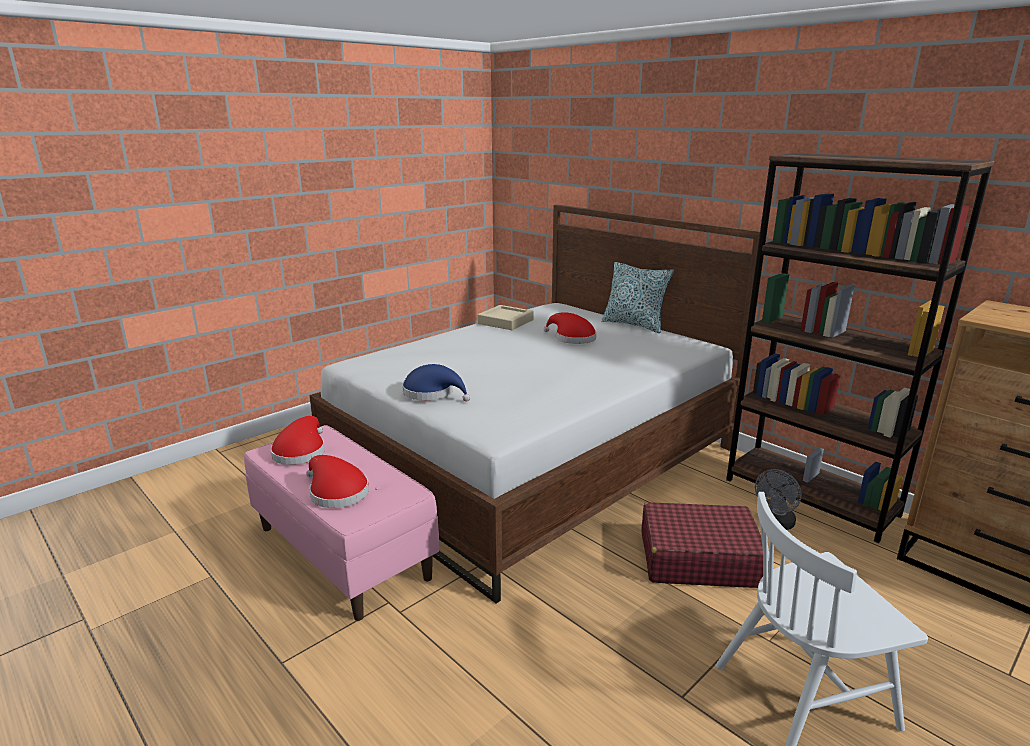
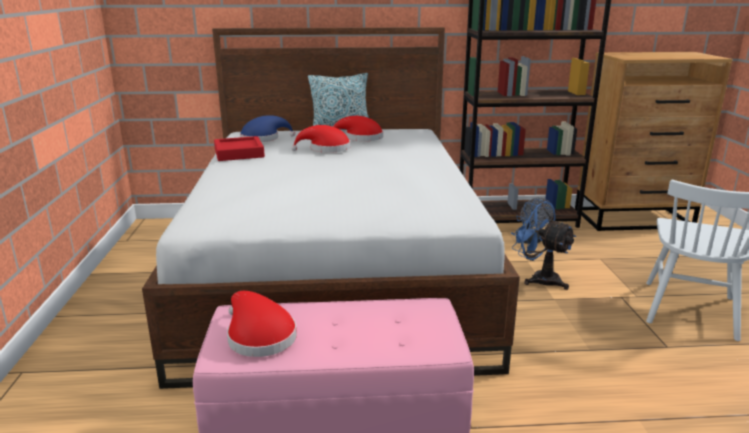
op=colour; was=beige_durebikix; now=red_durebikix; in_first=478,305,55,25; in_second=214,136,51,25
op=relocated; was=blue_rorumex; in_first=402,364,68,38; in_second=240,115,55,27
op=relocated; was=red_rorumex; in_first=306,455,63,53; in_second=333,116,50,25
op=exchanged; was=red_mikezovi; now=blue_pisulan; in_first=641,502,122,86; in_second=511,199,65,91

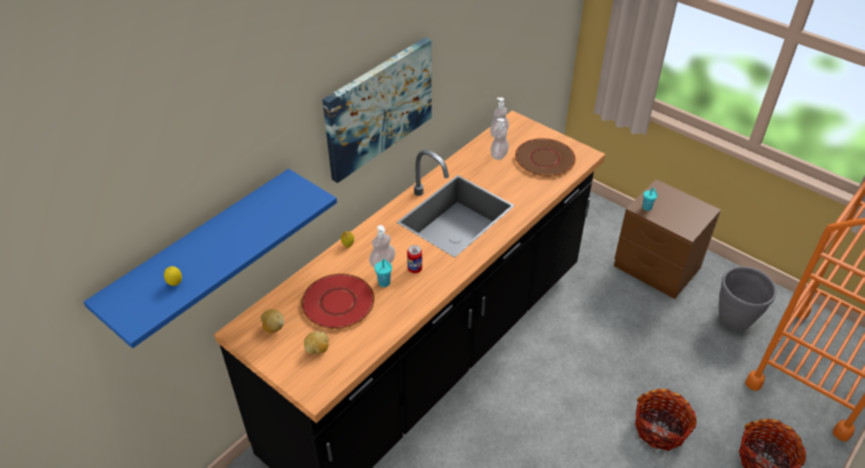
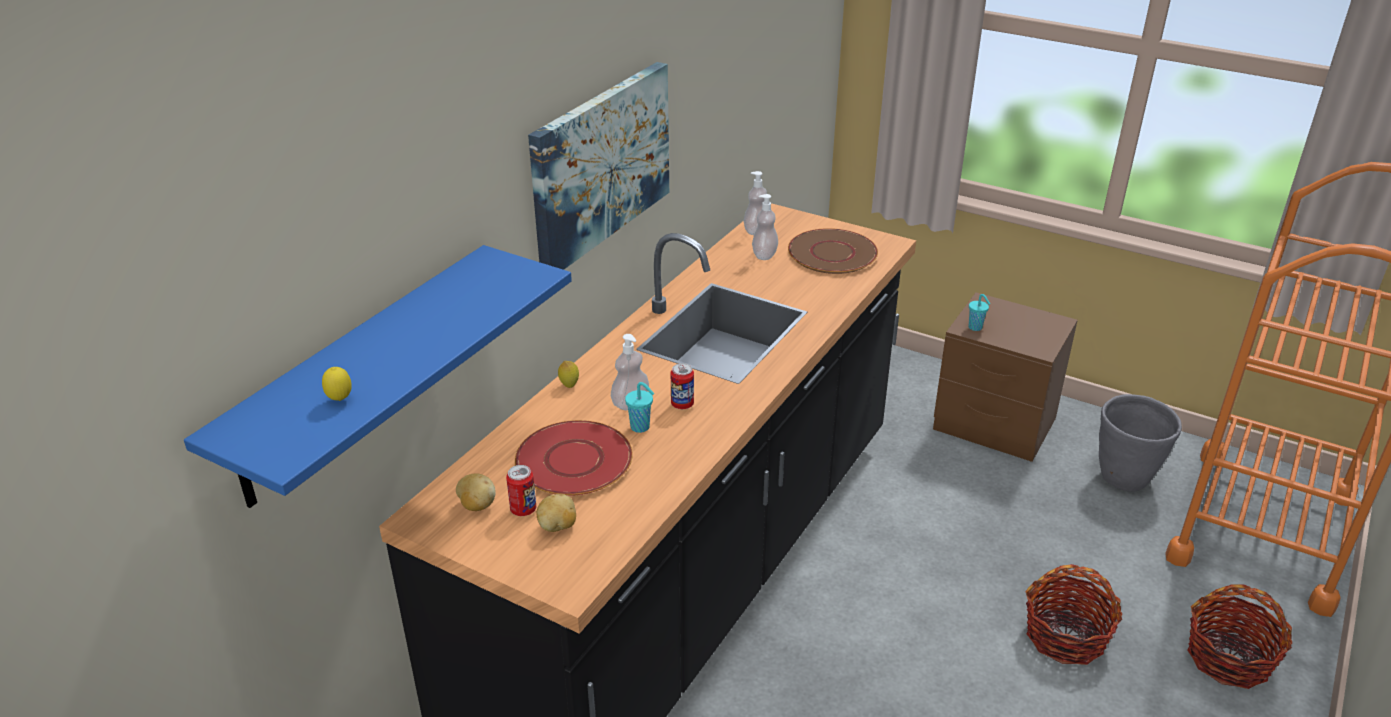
op=appeared; now=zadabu; in_second=506,465,30,51

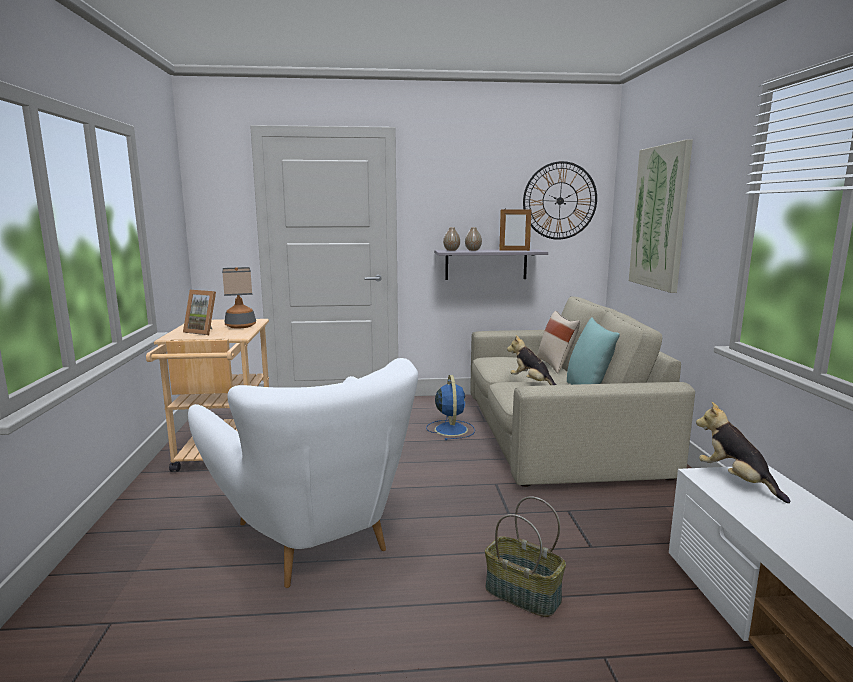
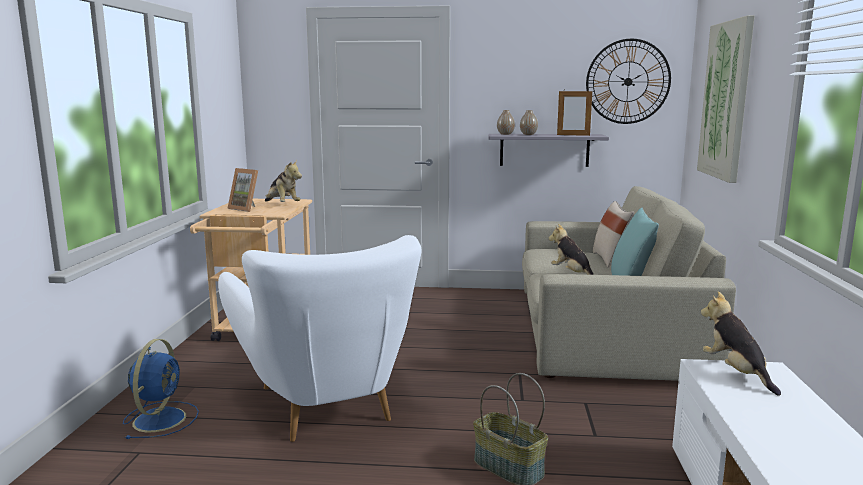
op=exchanged; was=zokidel; now=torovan; in_first=222,267,34,62; in_second=265,160,37,42
op=relocated; was=blue_pisulan; in_first=426,375,49,65; in_second=123,339,76,100

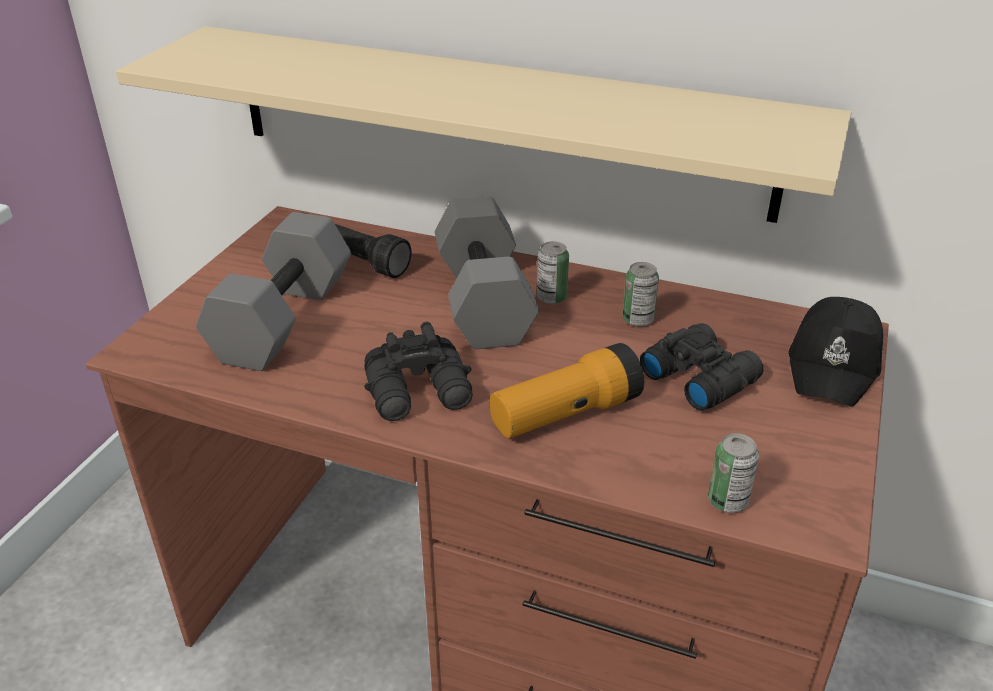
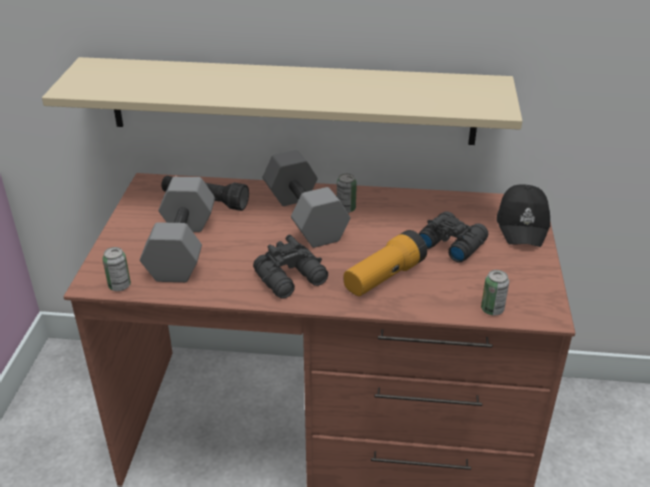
op=relocated; was=zadabu; in_first=622,262,37,65; in_second=102,247,29,44

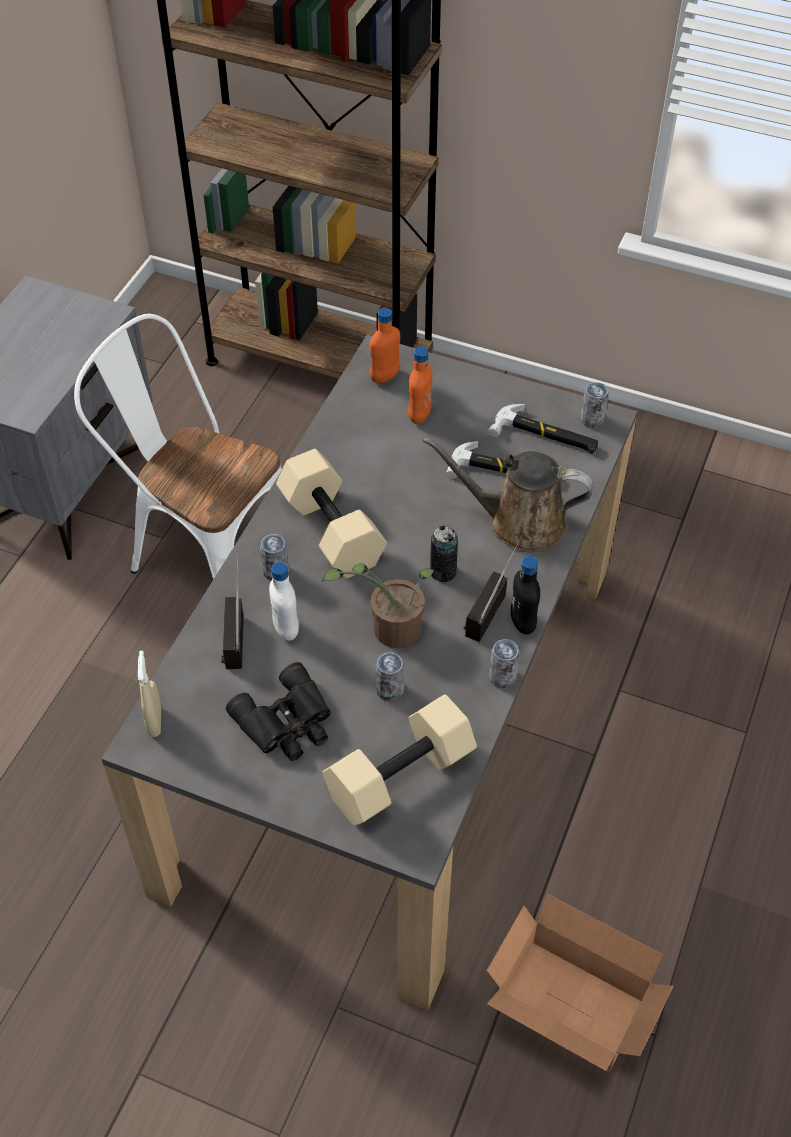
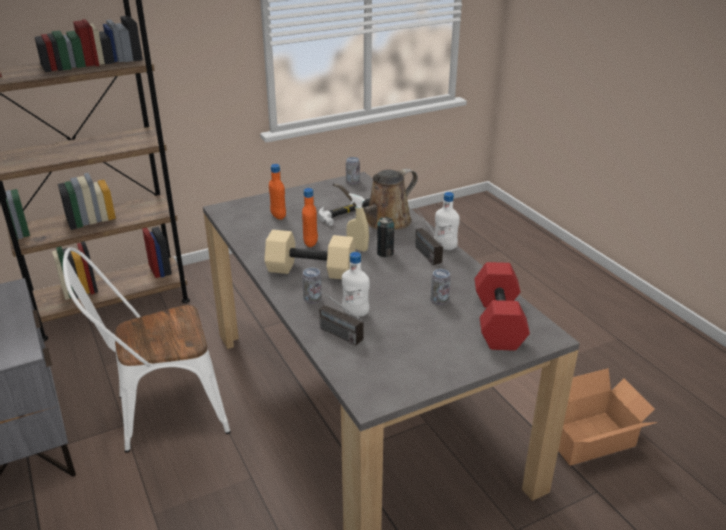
op=relocated; was=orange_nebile; in_first=370,308,30,75; in_second=302,188,16,59
op=missing; was=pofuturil; in_first=488,404,110,50
op=colour; was=black_nebile; now=white_nebile; in_first=511,556,29,79; in_second=434,192,26,58
op=missing; was=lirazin; in_first=322,563,112,85
op=missing; was=zadabu; in_first=489,639,30,49
op=relocated; was=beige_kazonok; in_first=138,651,23,86; in_second=347,193,22,59
op=missing; was=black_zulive; in_first=226,662,105,99
op=colour; was=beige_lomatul; now=red_lomatul; in_first=322,694,155,132; in_second=475,262,55,89

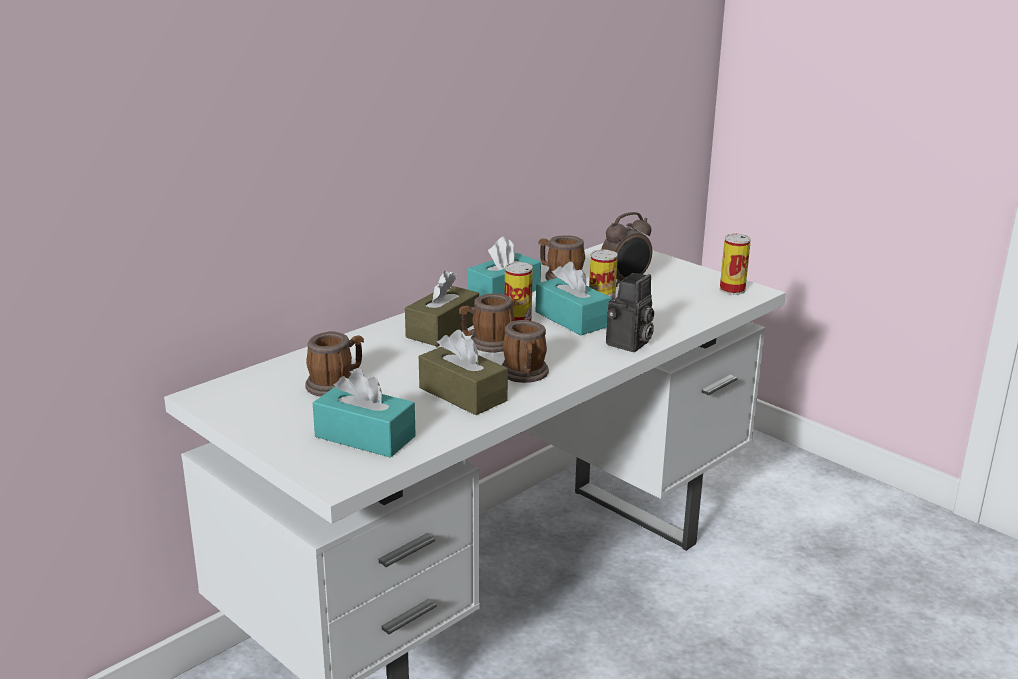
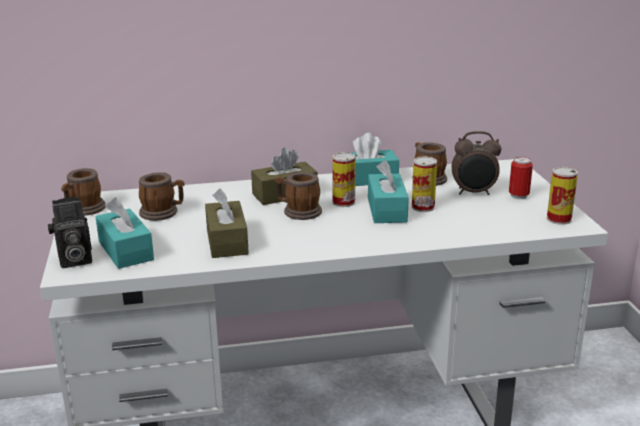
op=relocated; was=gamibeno; in_first=606,273,48,79; in_second=48,197,44,71
op=relocated; was=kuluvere; in_first=502,320,47,63; in_second=61,168,45,48
op=appeared; now=zadabu; in_second=509,157,24,42

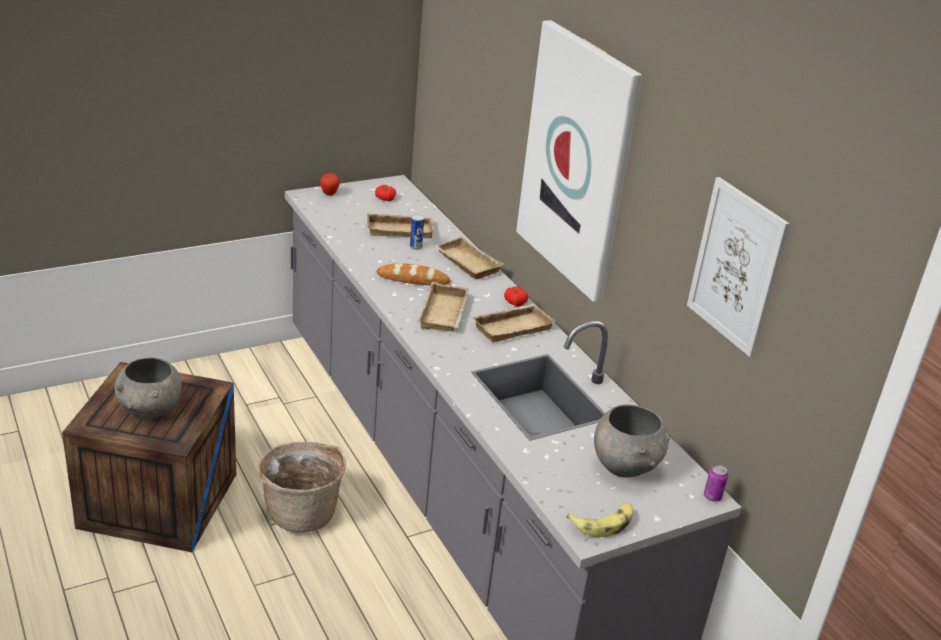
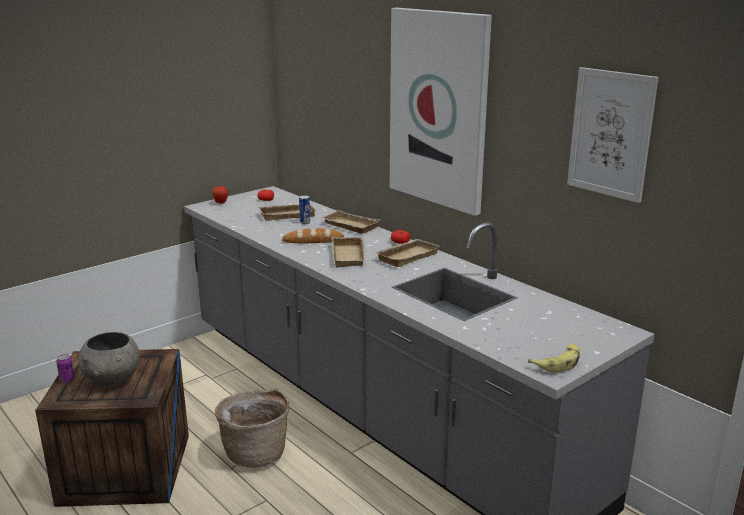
op=missing; was=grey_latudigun; in_first=594,404,76,74
op=relocated; was=zadabu; in_first=704,465,24,37; in_second=56,354,18,29

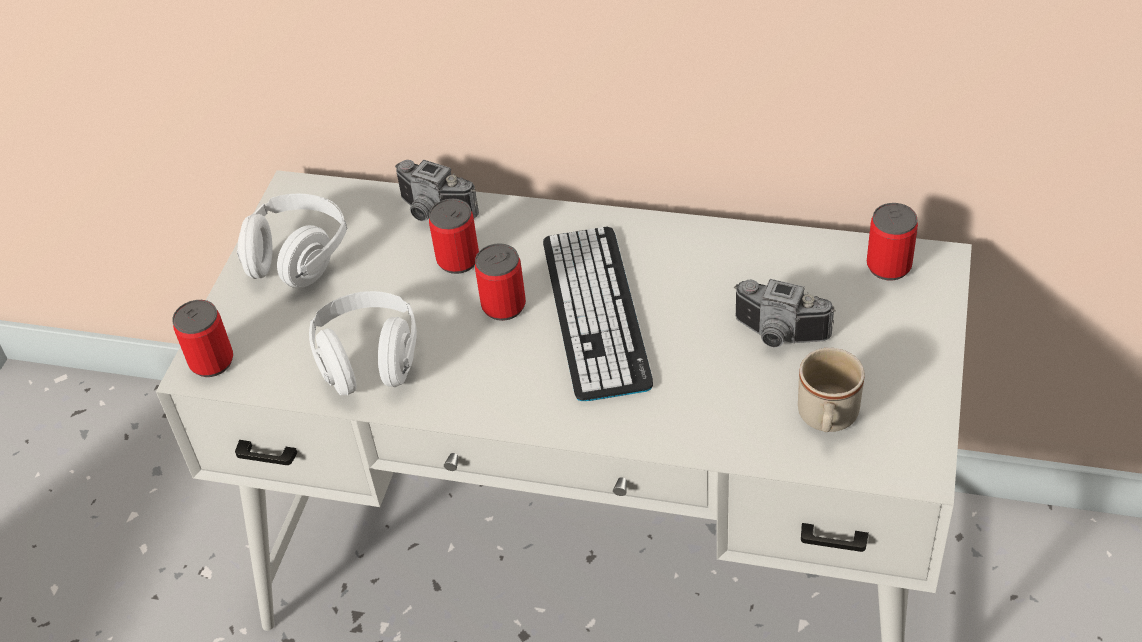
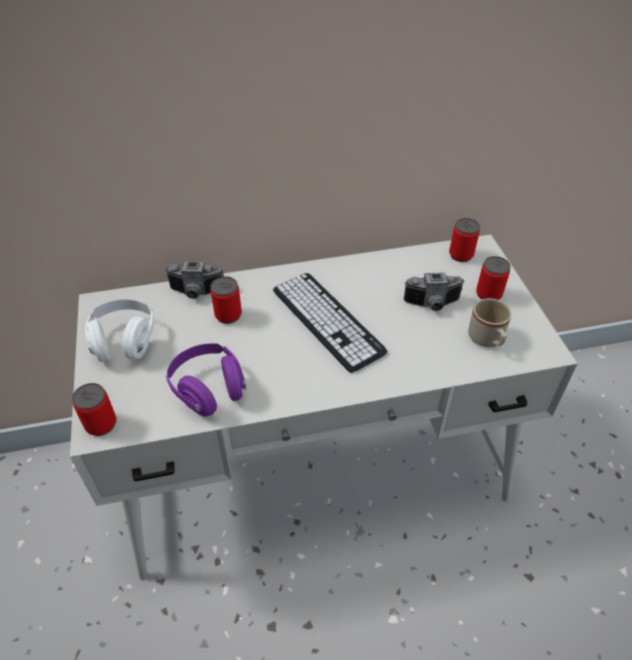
op=relocated; was=zadabu; in_first=475,243,51,78; in_second=476,256,34,44
op=colour; was=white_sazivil; now=purple_sazivil; in_first=309,291,108,105; in_second=166,343,80,74

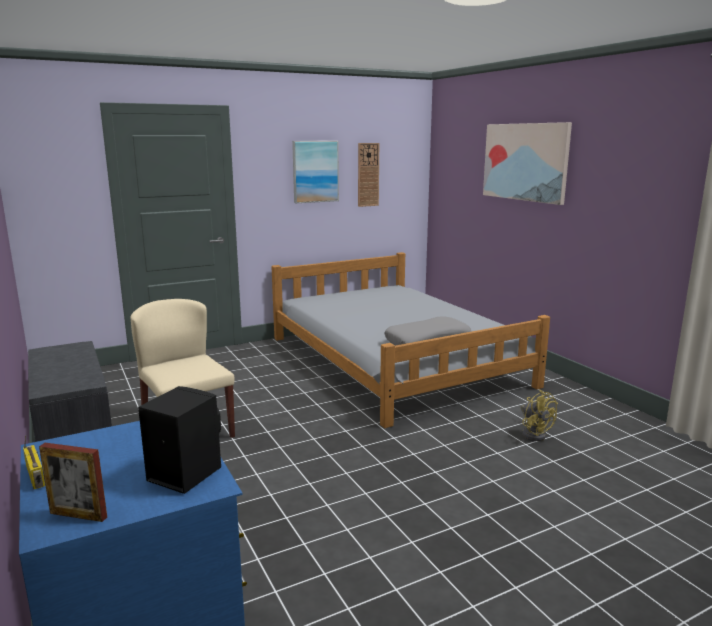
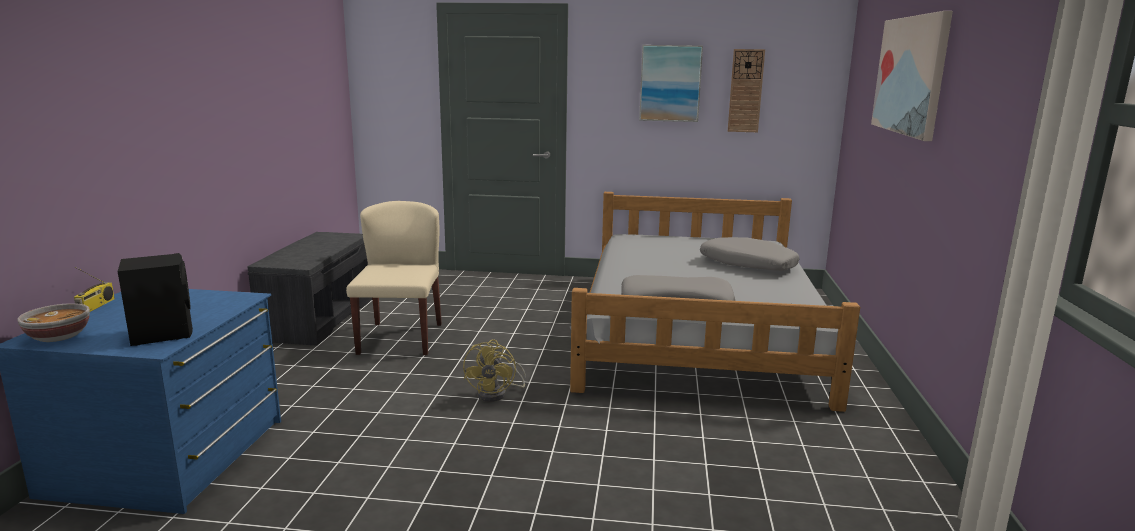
op=relocated; was=yellow_pisulan; in_first=521,390,37,51; in_second=463,339,63,63
op=exchanged; was=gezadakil; now=latudigun; in_first=39,443,68,79; in_second=17,303,73,39
op=appeared; now=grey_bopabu; in_second=700,237,99,34

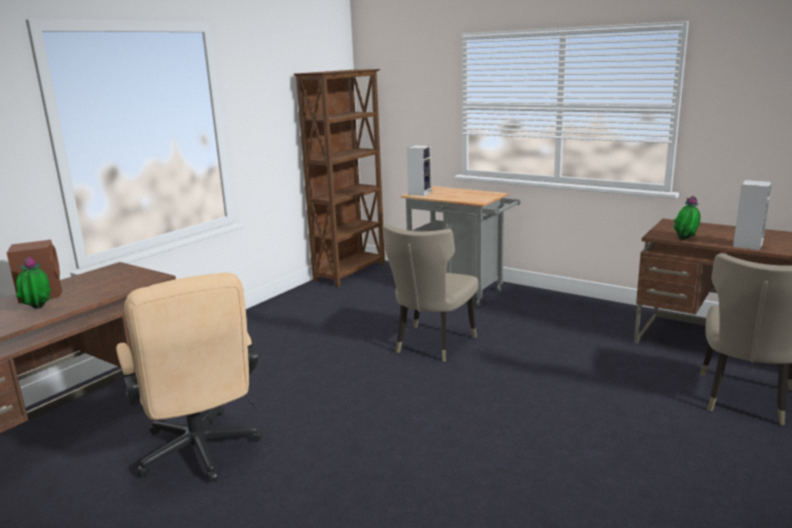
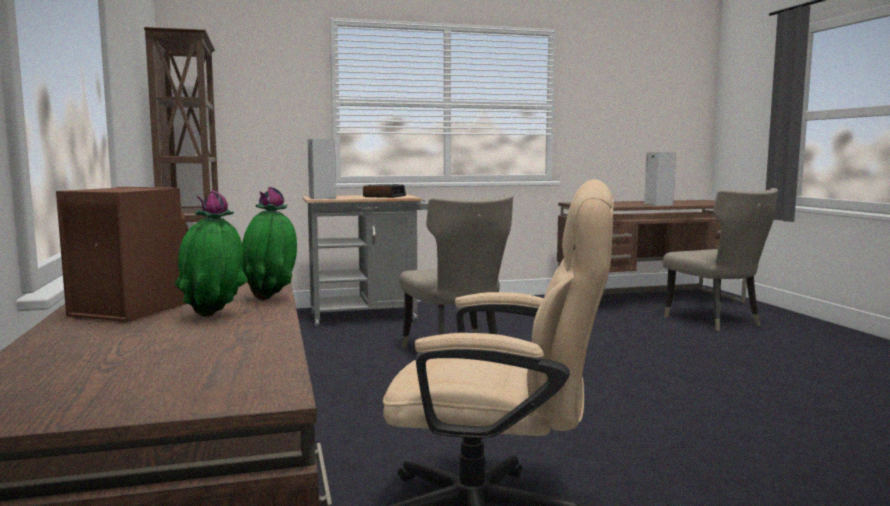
op=relocated; was=lirazin; in_first=674,196,26,44; in_second=242,186,55,114
op=appeared; now=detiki; in_second=363,184,43,14

